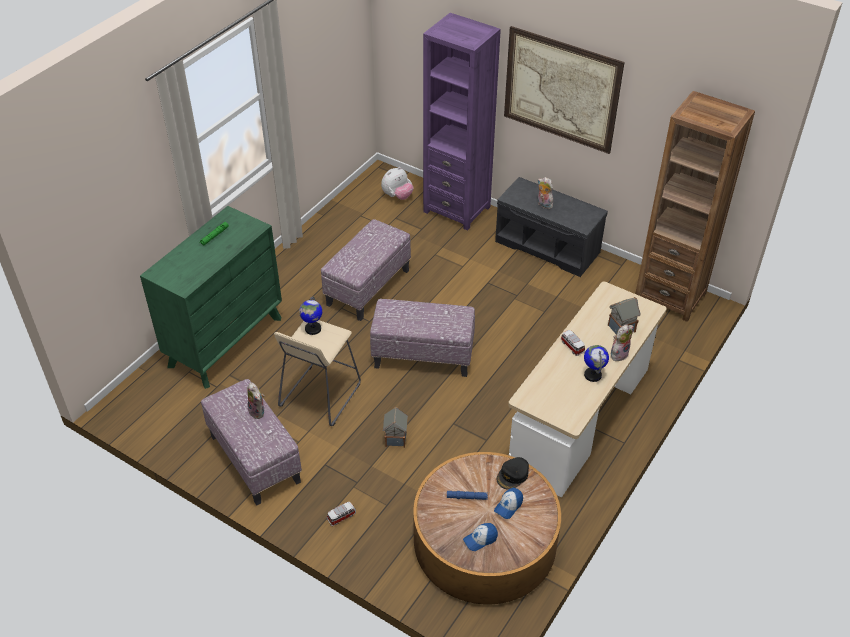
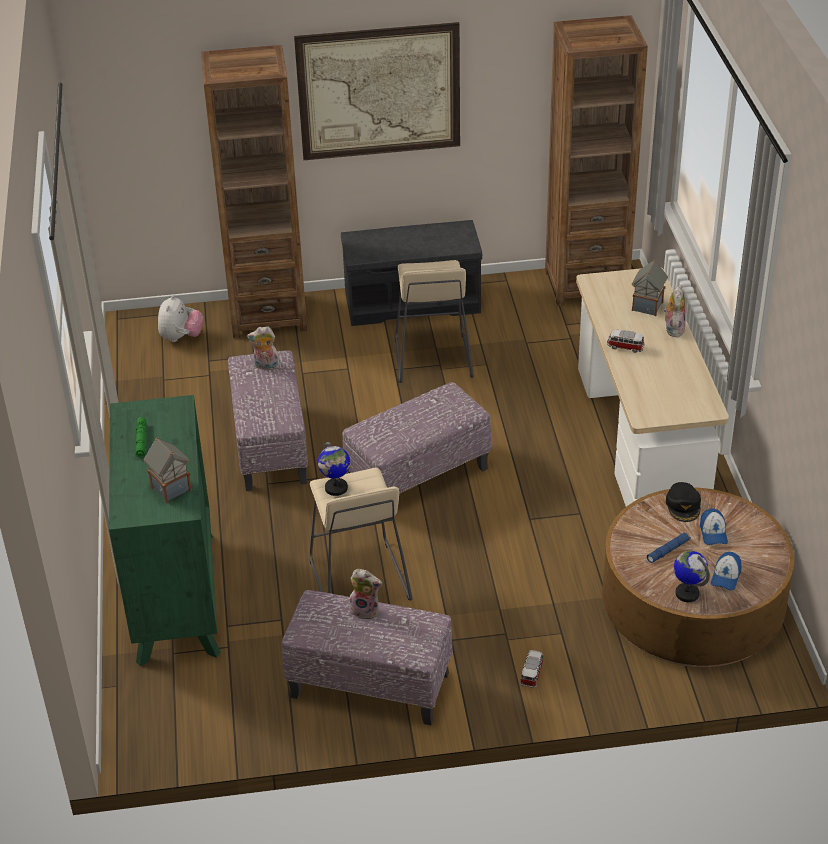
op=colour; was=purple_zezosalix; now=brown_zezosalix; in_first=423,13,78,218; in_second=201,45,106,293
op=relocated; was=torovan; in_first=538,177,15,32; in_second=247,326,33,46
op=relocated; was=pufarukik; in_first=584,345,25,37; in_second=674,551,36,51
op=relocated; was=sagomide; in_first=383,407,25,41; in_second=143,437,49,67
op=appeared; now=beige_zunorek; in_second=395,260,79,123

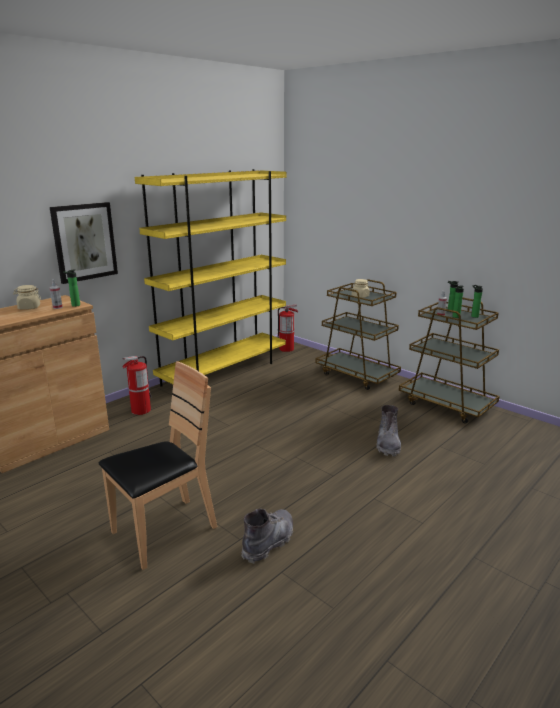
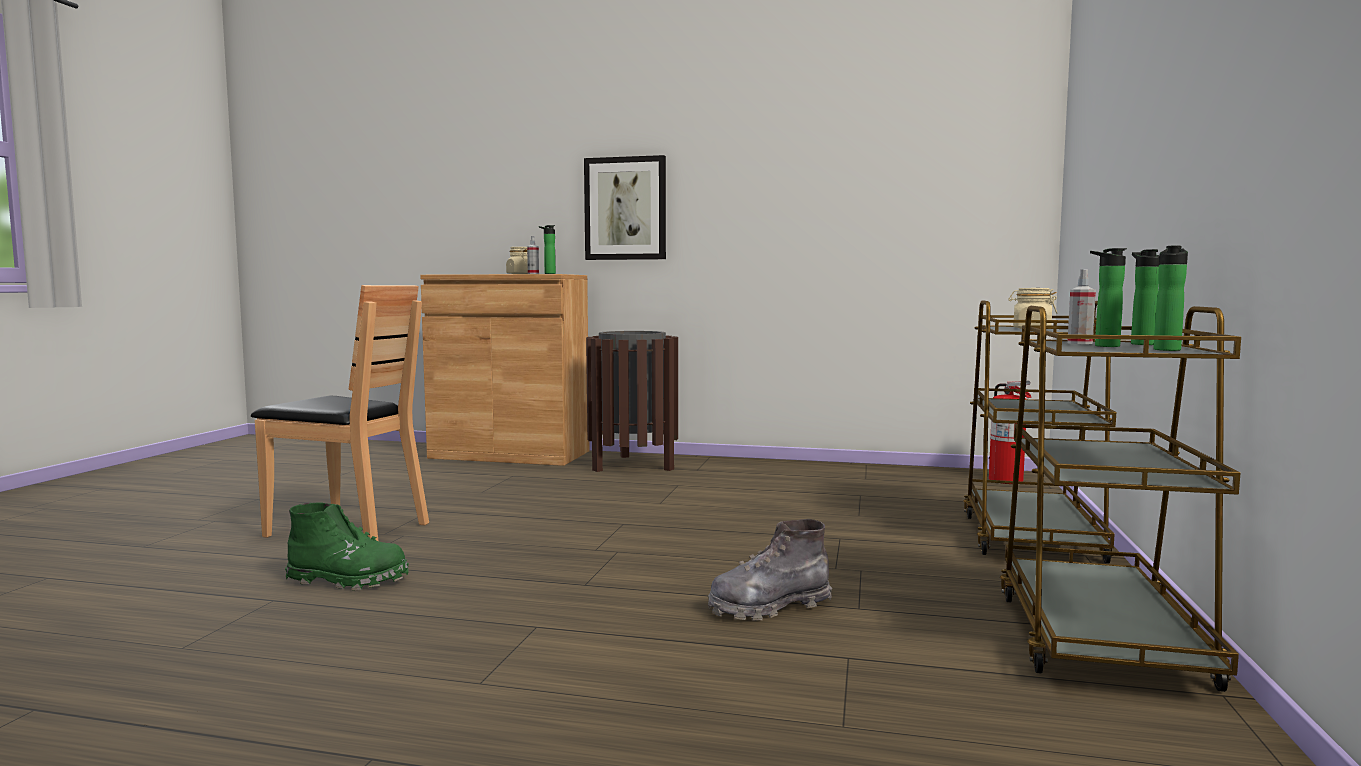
op=missing; was=yellow_zezosalix; in_first=135,169,151,218
op=exchanged; was=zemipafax; now=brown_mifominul; in_first=122,356,30,59; in_second=586,331,92,141
op=colour; was=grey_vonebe; now=green_vonebe; in_first=241,508,52,56; in_second=285,503,124,87

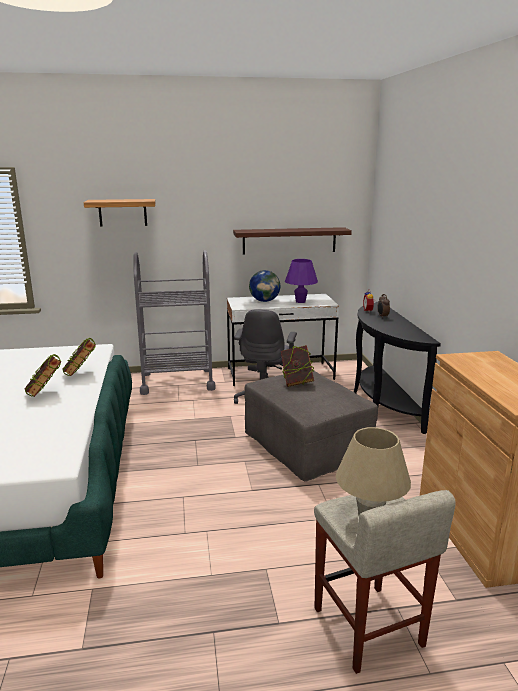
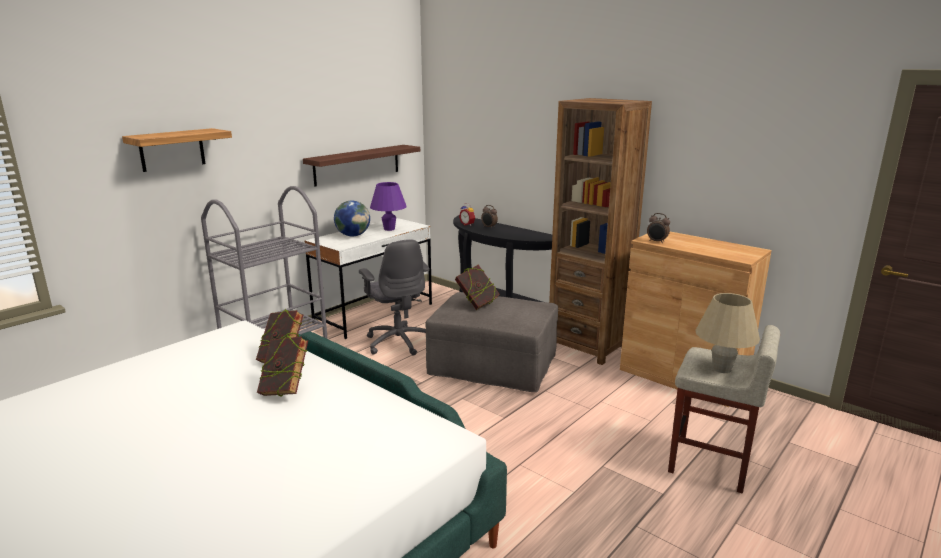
op=appeared; now=brown_zezosalix; in_second=549,98,103,267
op=appeared; now=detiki; in_second=647,213,23,31

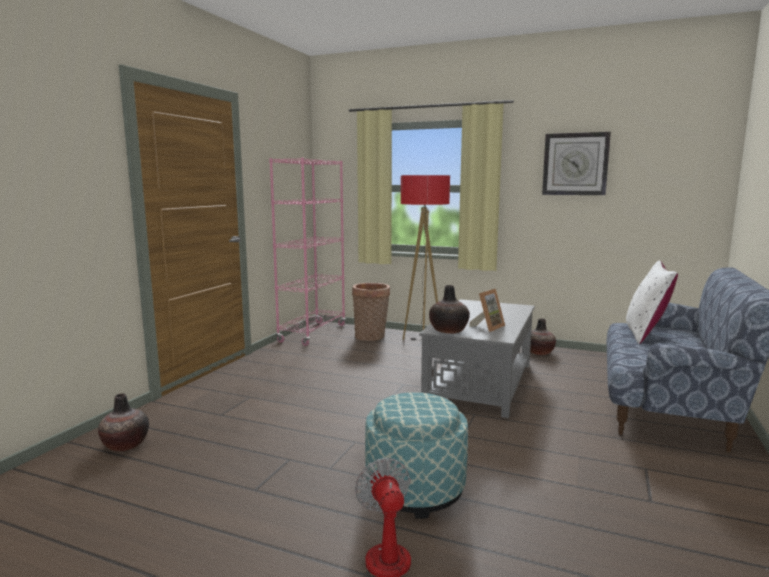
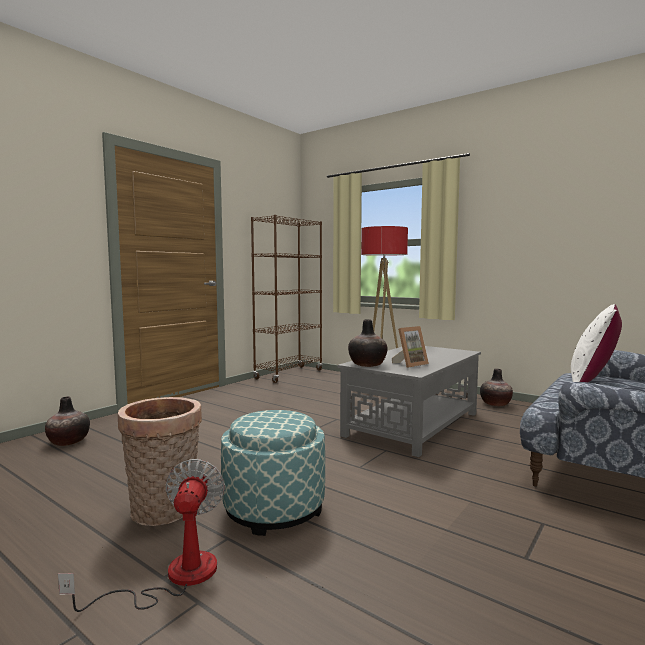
op=missing; was=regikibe; in_first=542,132,69,63
op=colour; was=pink_zezosalix; now=brown_zezosalix; in_first=269,158,77,188; in_second=251,215,72,168
op=relocated; was=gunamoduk; in_first=352,283,38,58; in_second=118,397,84,129

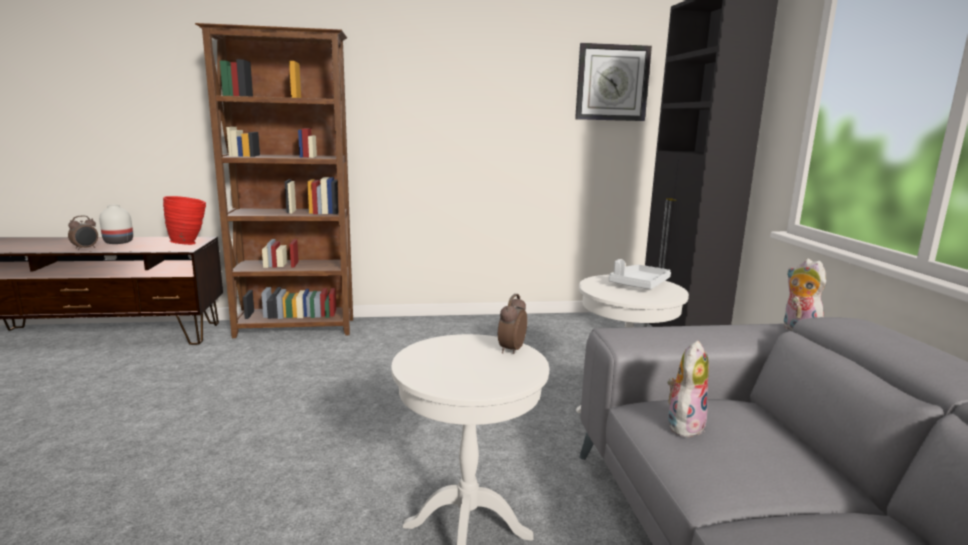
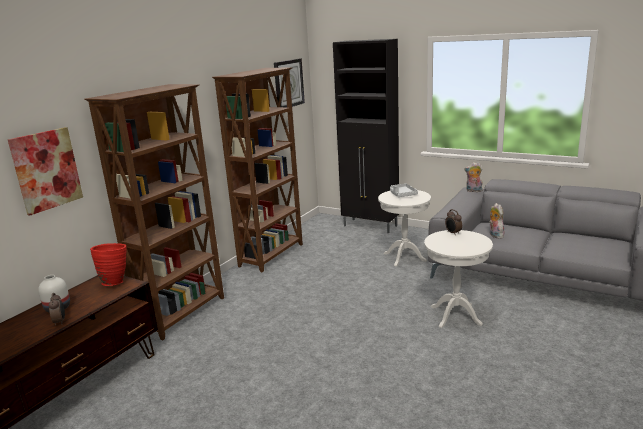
op=appeared; now=brown_zezosalix; in_second=212,67,91,205
op=appeared; now=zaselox; in_second=8,127,75,89

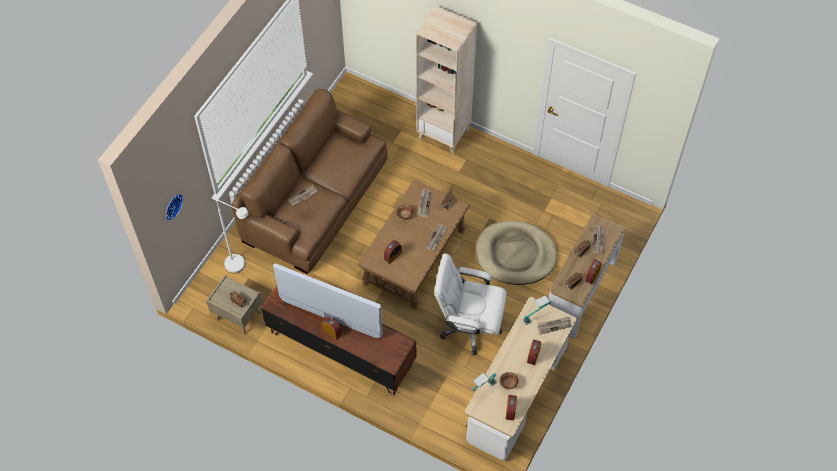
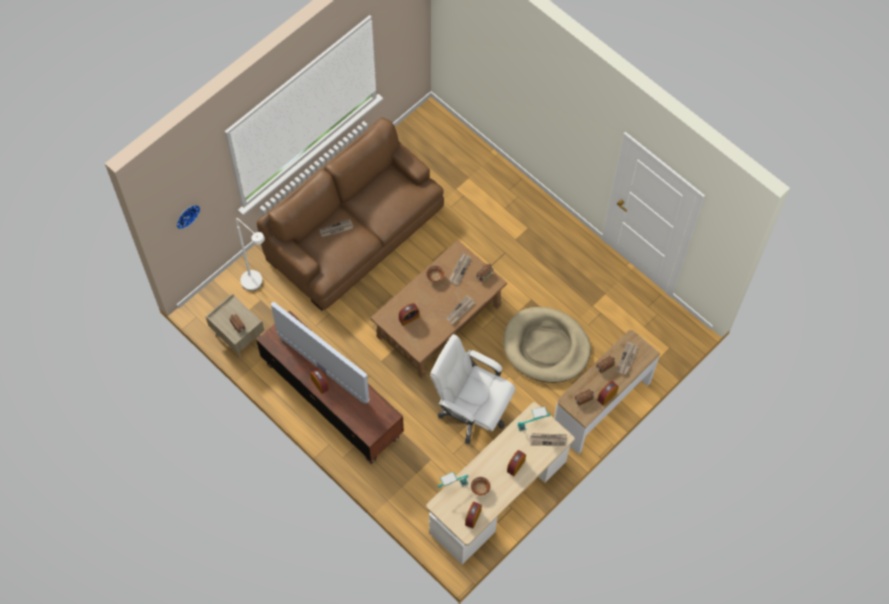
op=missing; was=beige_zezosalix; in_first=416,6,61,148

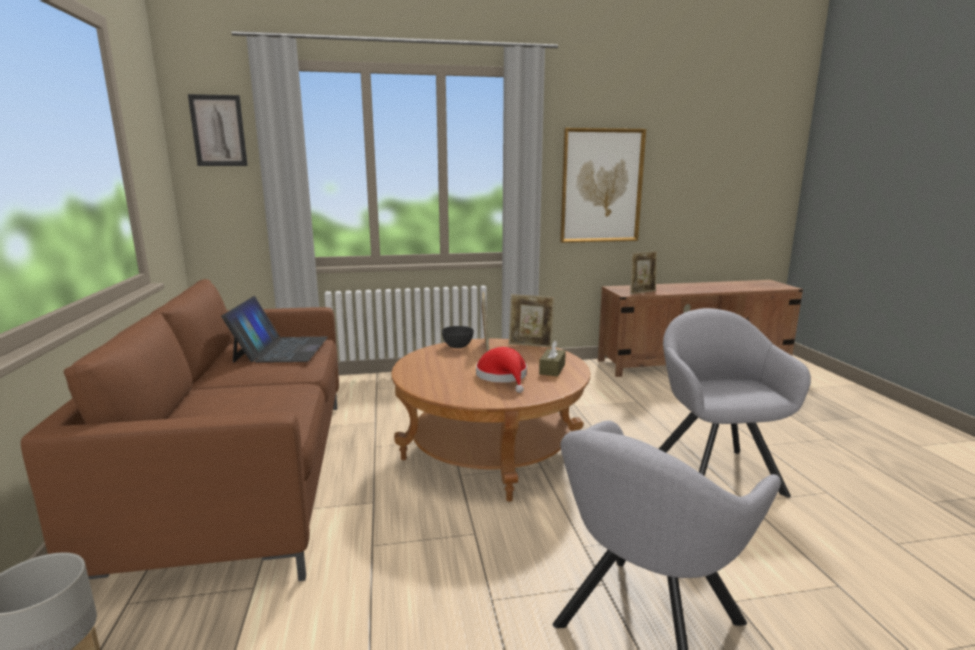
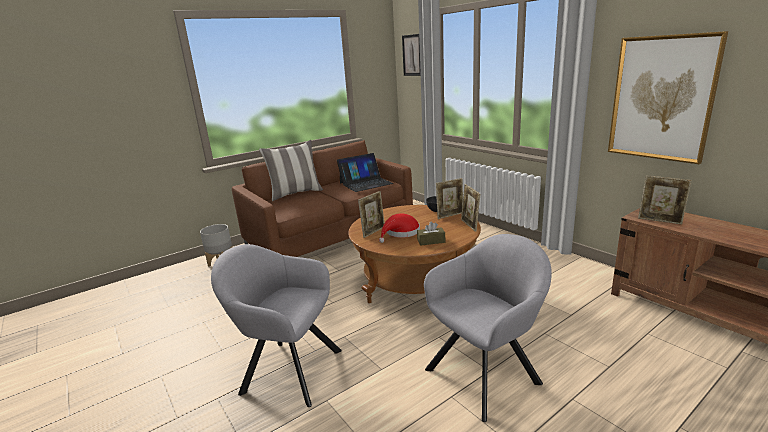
op=appeared; now=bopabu; in_second=259,140,64,61
op=appeared; now=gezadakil; in_second=358,191,26,47

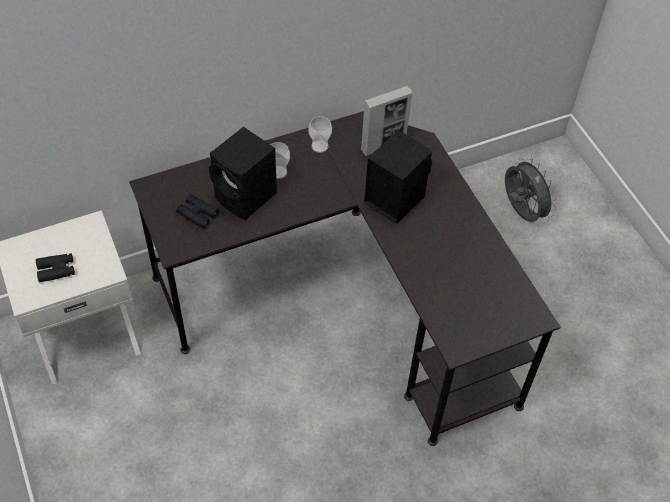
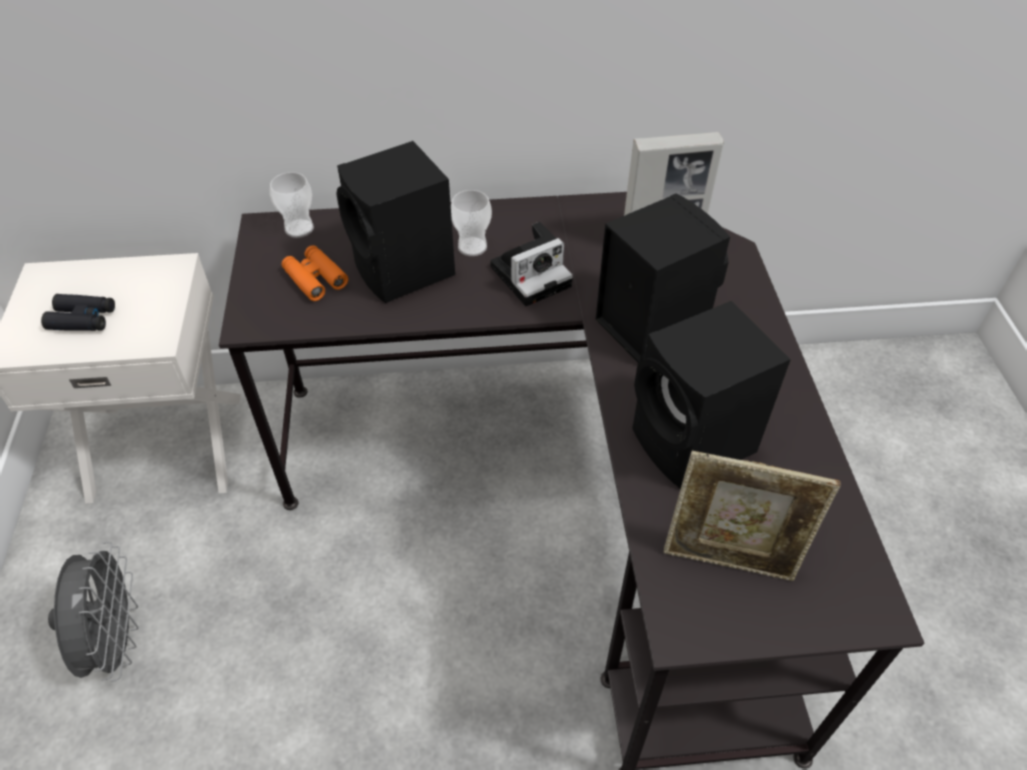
op=relocated; was=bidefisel; in_first=308,116,24,37; in_second=270,172,44,66
op=relocated; was=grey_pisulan; in_first=505,158,52,64; in_second=48,542,91,140
op=colour; was=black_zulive; now=orange_zulive; in_first=176,194,43,35; in_second=282,245,66,56
op=appeared; now=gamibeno; in_second=490,222,83,84
op=appeared; now=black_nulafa; in_second=632,301,159,188
op=appeared; now=gezadakil; in_second=664,451,177,130

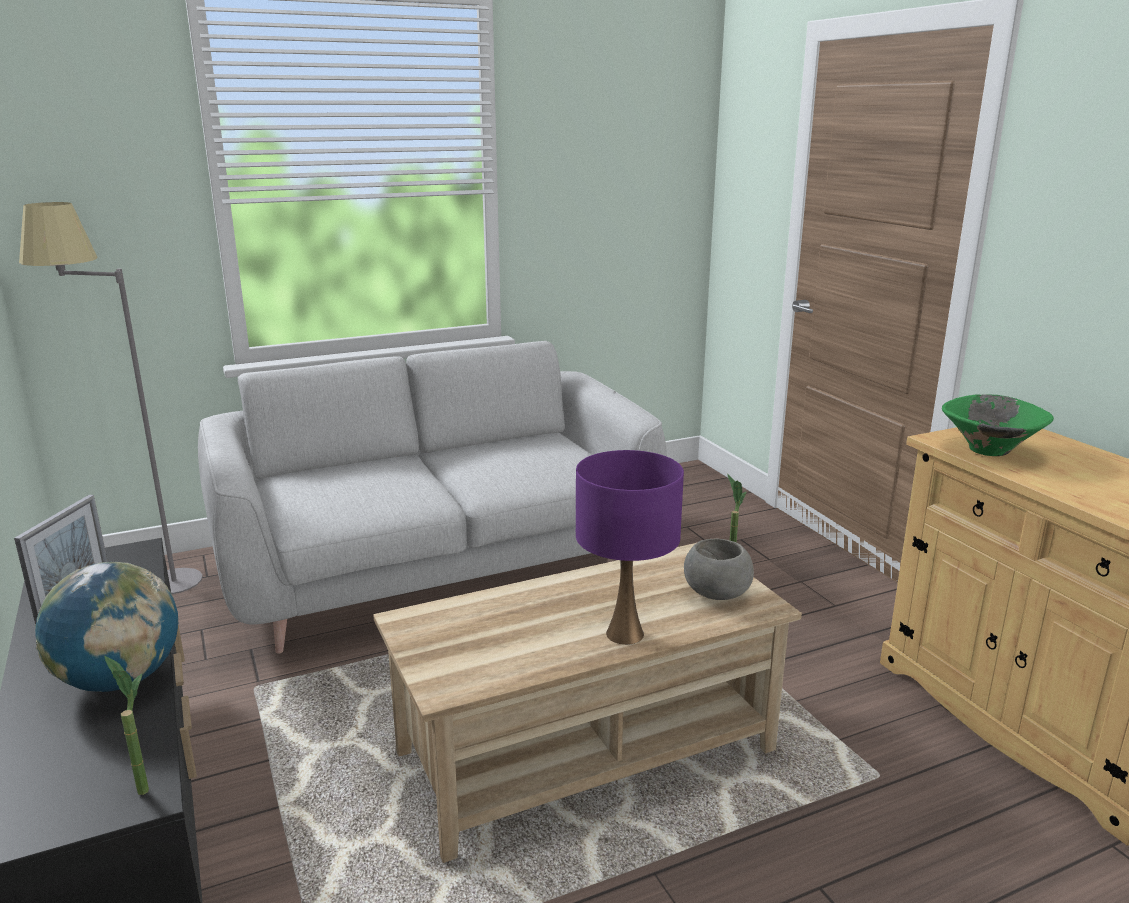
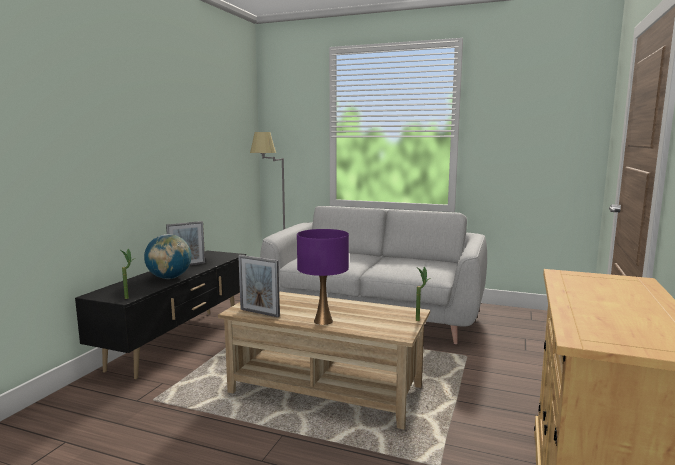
op=missing; was=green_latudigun; in_first=942,394,112,62
op=missing; was=grey_latudigun; in_first=684,539,70,61
op=appeared; now=gezadakil; in_second=238,255,42,62

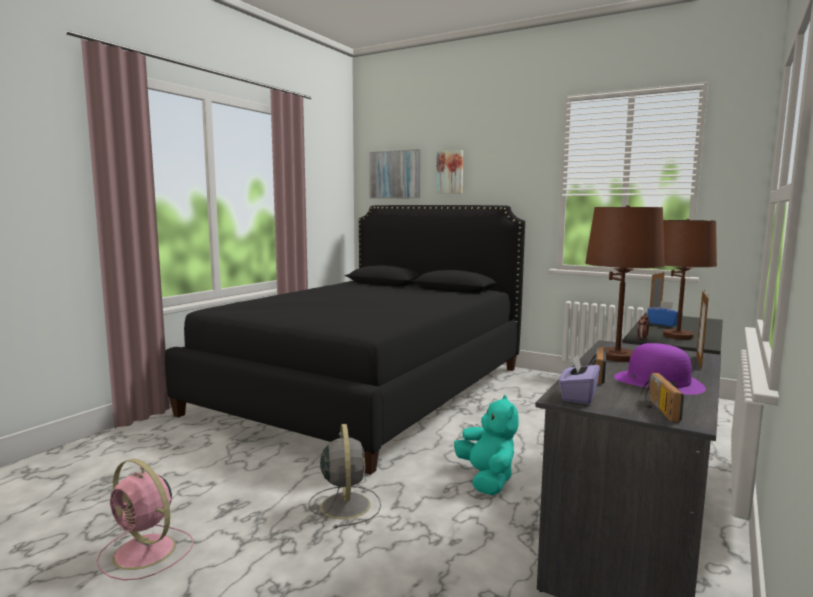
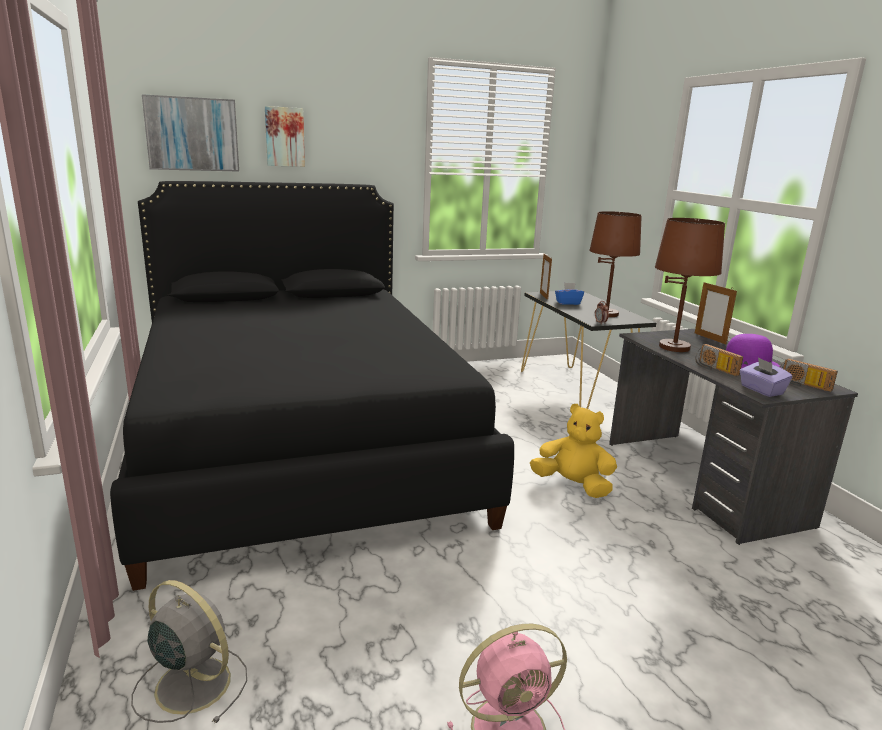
op=colour; was=turquoise_torovan; now=yellow_torovan; in_first=454,395,65,100; in_second=530,404,87,94
op=relocated; was=grey_pisulan; in_first=309,424,72,104; in_second=131,580,116,143

